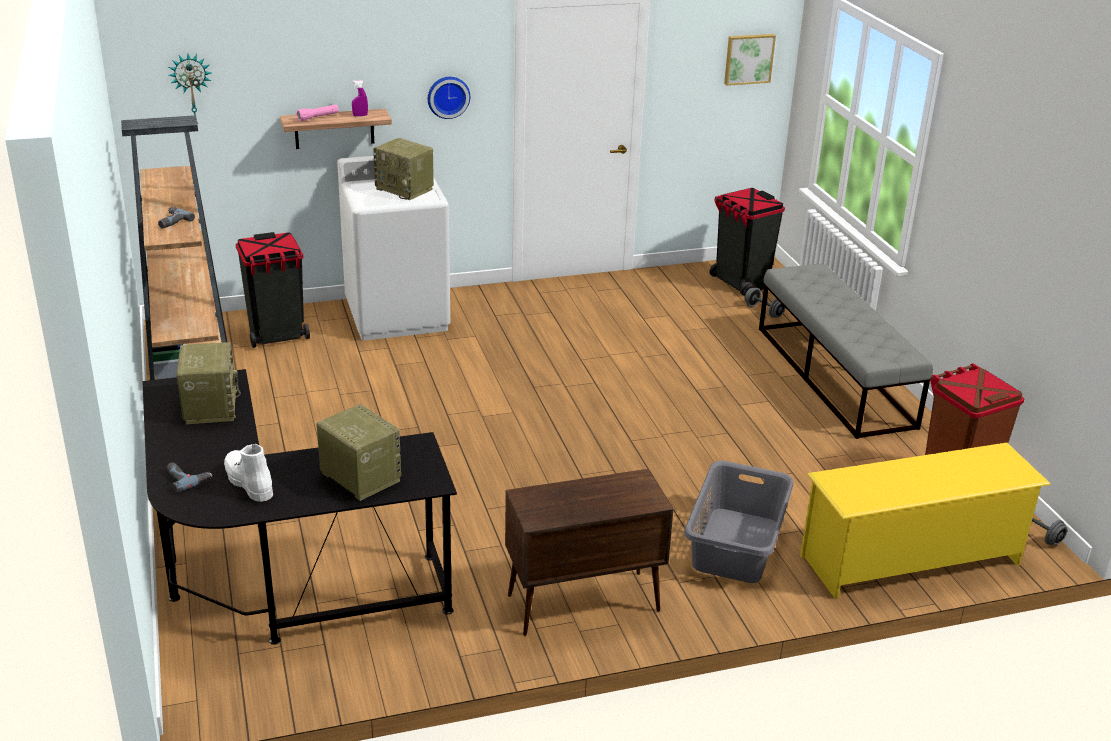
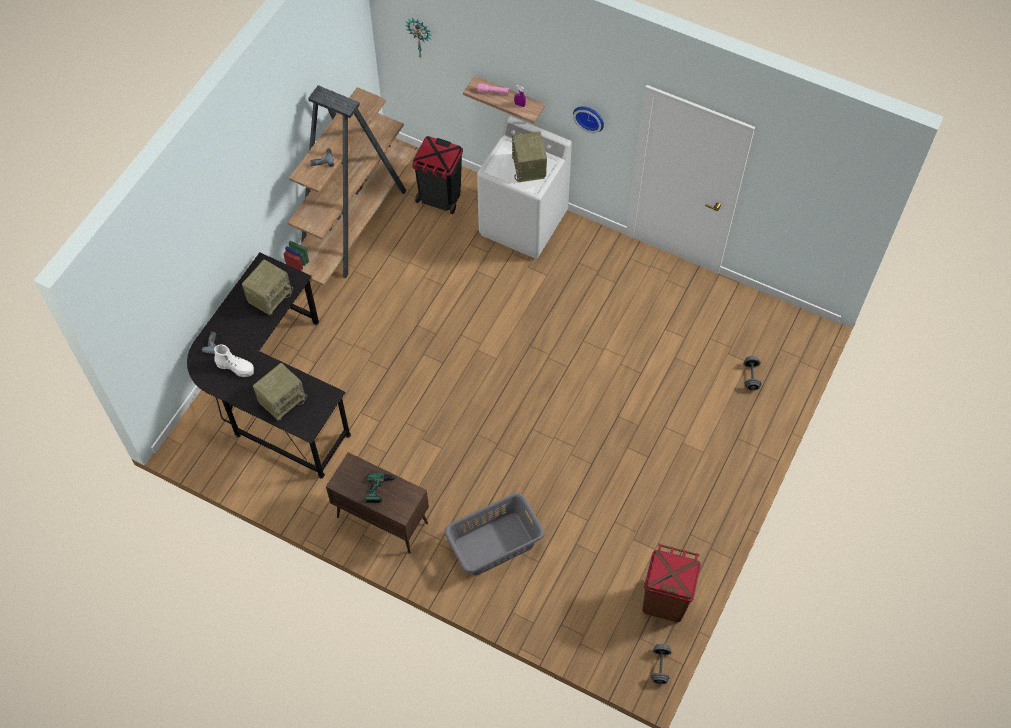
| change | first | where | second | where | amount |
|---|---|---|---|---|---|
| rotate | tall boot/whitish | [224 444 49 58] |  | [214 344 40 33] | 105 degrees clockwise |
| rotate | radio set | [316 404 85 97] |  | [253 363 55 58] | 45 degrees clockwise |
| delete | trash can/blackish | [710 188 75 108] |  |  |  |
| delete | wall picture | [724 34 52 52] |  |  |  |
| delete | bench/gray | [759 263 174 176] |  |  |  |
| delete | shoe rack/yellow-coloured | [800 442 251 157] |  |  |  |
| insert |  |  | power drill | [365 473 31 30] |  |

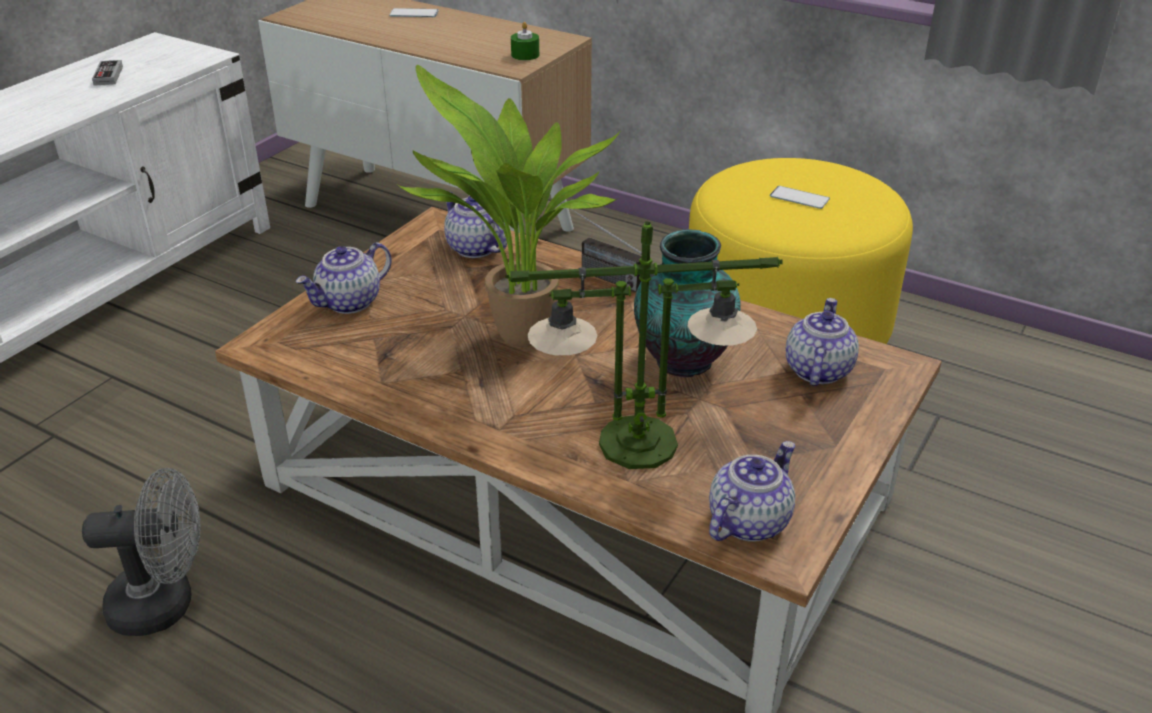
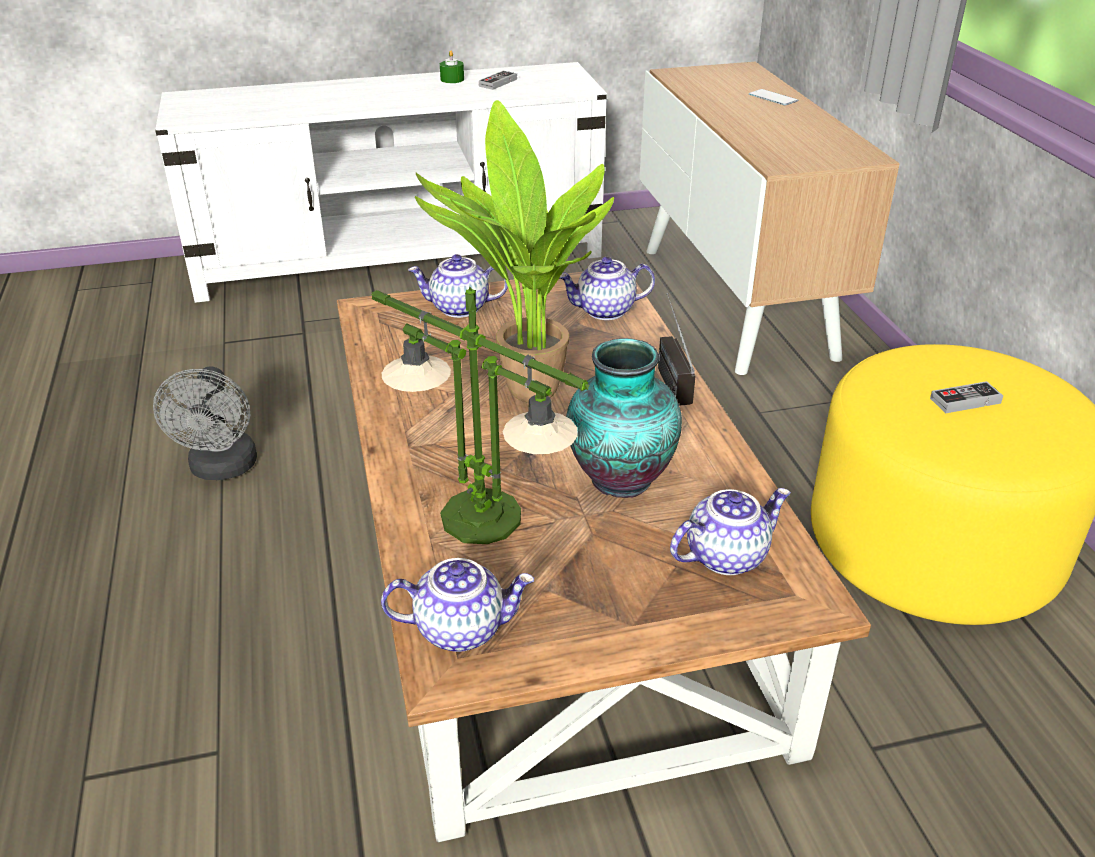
| change | first | where | second | where | amount |
|---|---|---|---|---|---|
| rotate | cooling fan/gray | [82 468 118 168] |  | [153 366 104 114] | 45 degrees clockwise |
| rotate | teapot | [444 192 63 66] |  | [560 257 95 63] | 105 degrees counterclockwise |
| move | wax candle/green | [511 22 28 38] |  | [440 50 24 33] |  |
| replace | telephone | [770 186 60 23] | game controller | [930 381 73 32] |  |

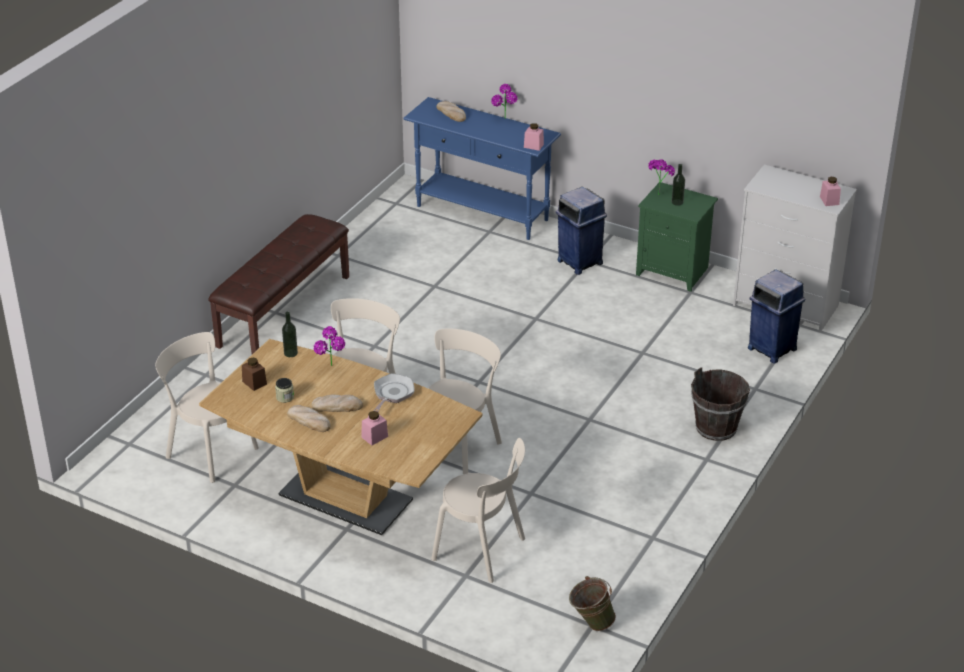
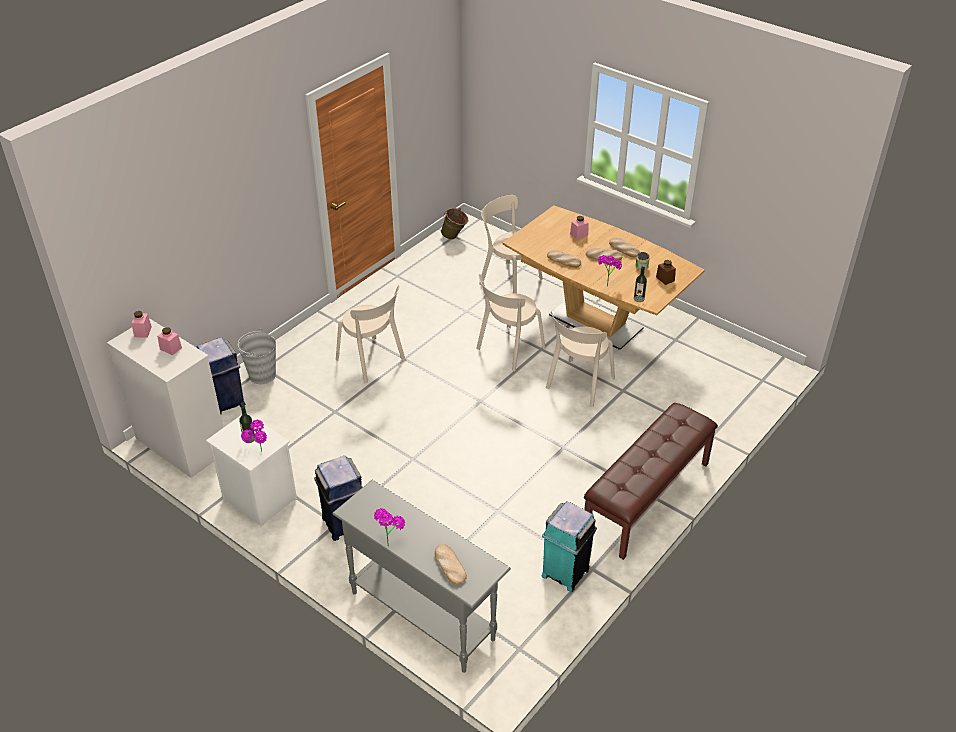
| change | first | where | second | where | amount |
|---|---|---|---|---|---|
| move | upright chair/sand-coloured | [155 332 104 151] |  | [336 285 70 99] |  |
| replace | skillet | [373 373 41 39] | baked bread | [547 250 34 18] |  |
| recolor | hall table/bluish | [403 97 158 143] | hall table/gray | [332 480 179 193] |  |
| move | jar/pinkish | [524 123 20 28] |  | [157 327 25 28] |  |
| recolor | bedside table/green | [636 182 82 110] | bedside table/whitish | [206 415 91 111] |  |
| delete | water bucket/brown | [691 367 59 74] |  |  |  |
| insert |  |  | water bucket/gray | [238 329 38 55] |  |
| insert |  |  | trash can/blue-green | [542 501 55 91] |  |

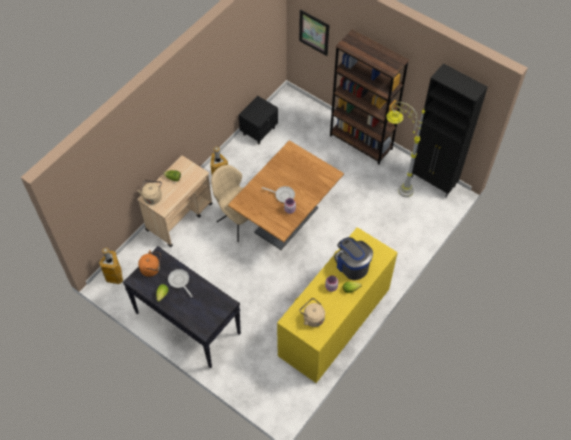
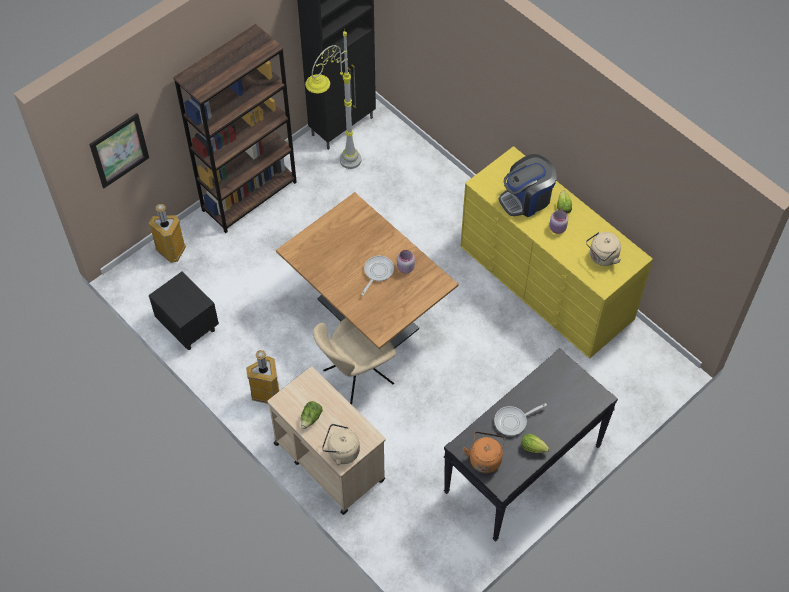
| change | first | where | second | where | amount |
|---|---|---|---|---|---|
| move | trash can | [99 248 24 36] |  | [149 204 37 59] |  |

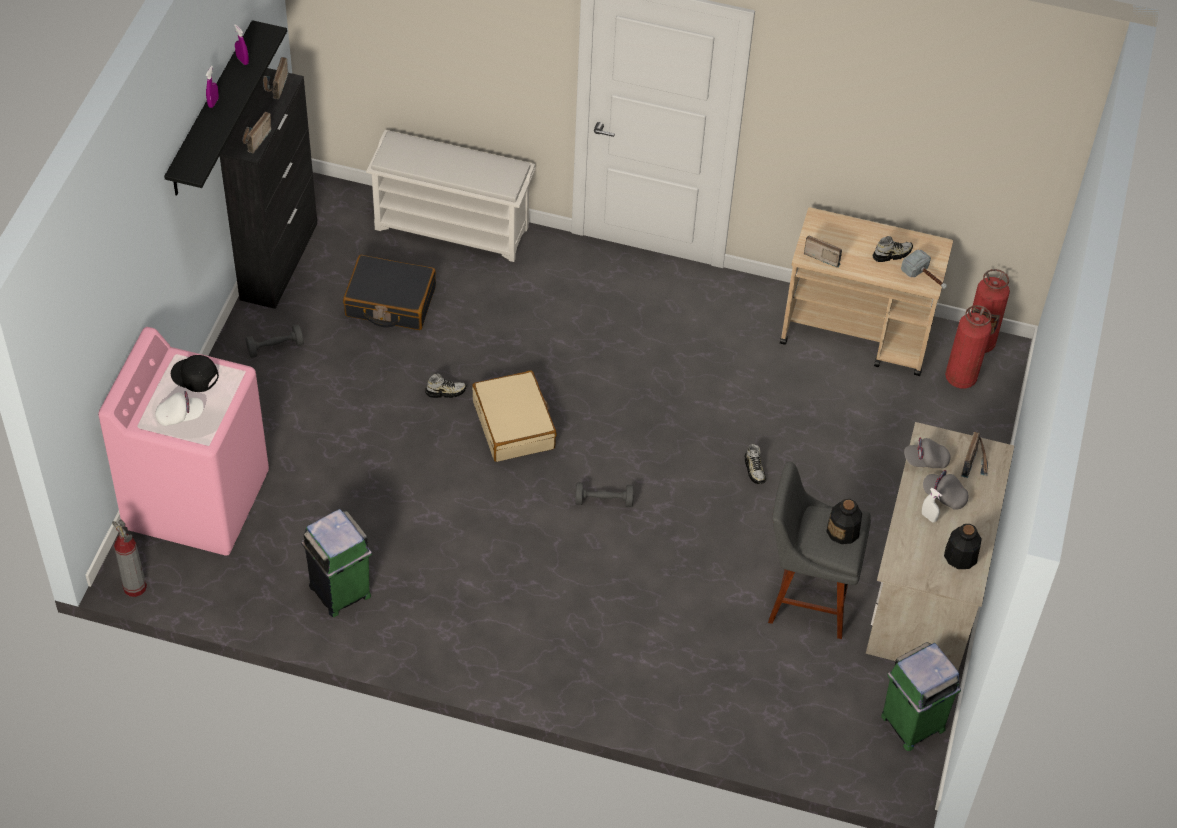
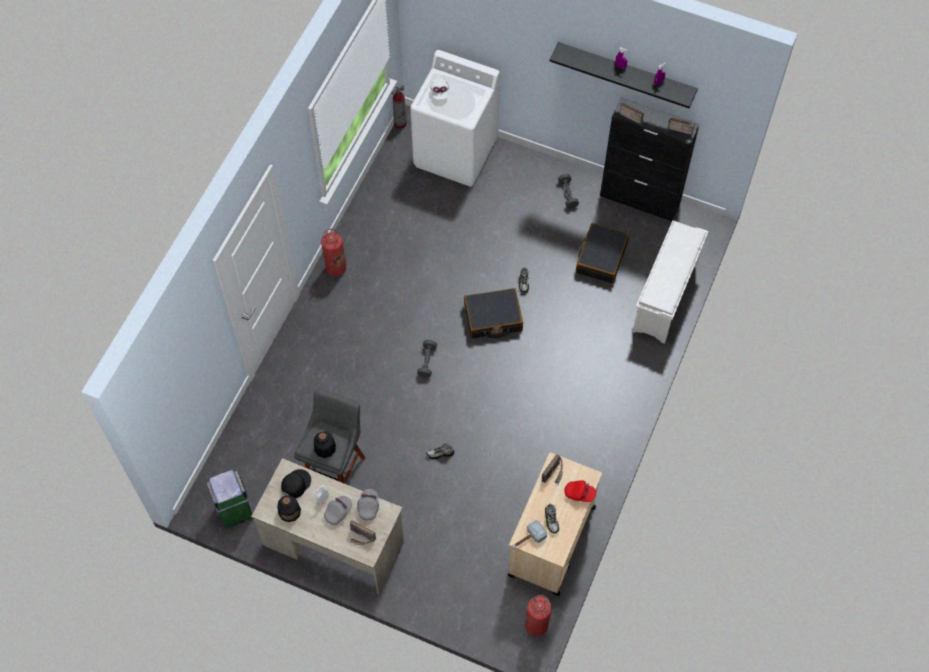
| change | first | where | second | where | amount |
|---|---|---|---|---|---|
| recolor | laundry machine/pinkish | [98 327 171 229] | laundry machine/whitish | [410 50 90 137] |  |
| move | cap/blackish | [171 355 48 37] |  | [281 469 30 29] |  |
| delete | trash can/green | [301 509 71 108] |  |  |  |
| recolor | piece of luggage/sand-coloured | [472 371 85 91] | piece of luggage/blackish | [464 288 59 50] |  |
| move | fire-fighting cylinder | [945 305 47 84] |  | [321 229 26 47] |  |
| insert |  |  | cap/red | [564 480 32 22] |  |

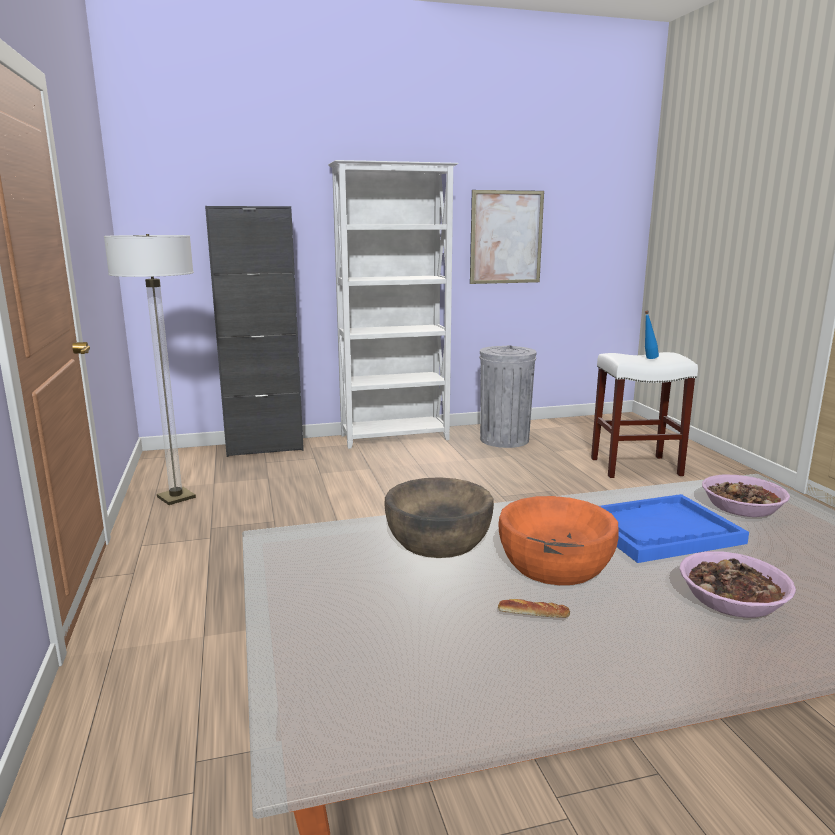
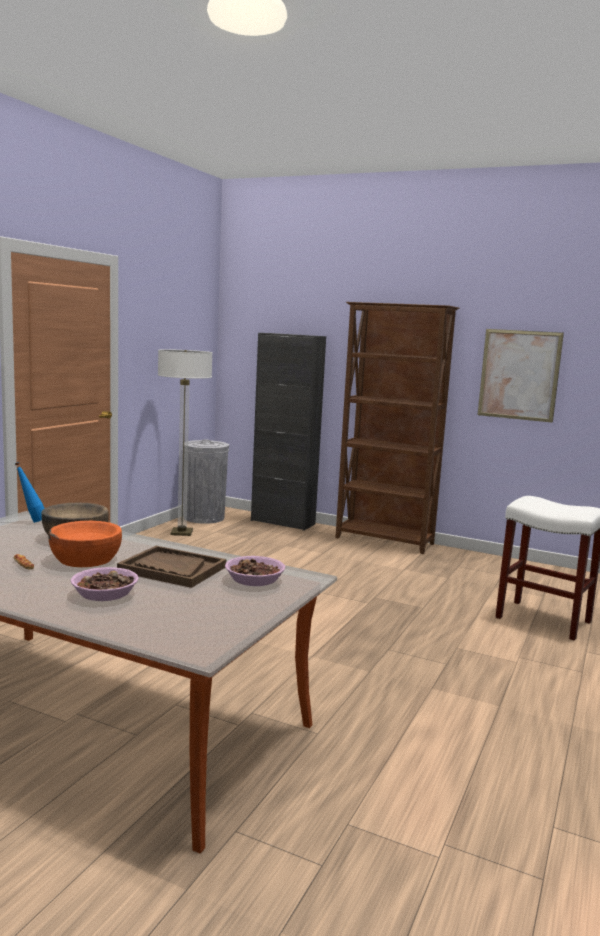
| change | first | where | second | where | amount |
|---|---|---|---|---|---|
| recolor | shelving unit/whitish | [328 160 131 289] | shelving unit/brown | [335 302 124 252] |  |
| move | trash can/gray | [480 345 57 103] |  | [187 439 42 85] |  |
| recolor | carrying tray/bluish | [600 494 149 69] | carrying tray/brown | [117 546 109 42] |  |
| move | bottle/bluish | [645 311 14 48] |  | [15 462 29 61] |  |

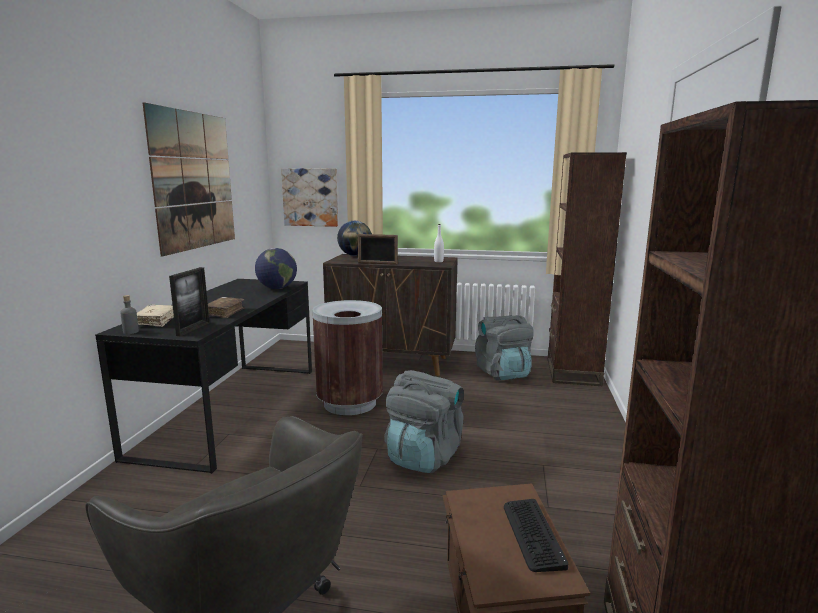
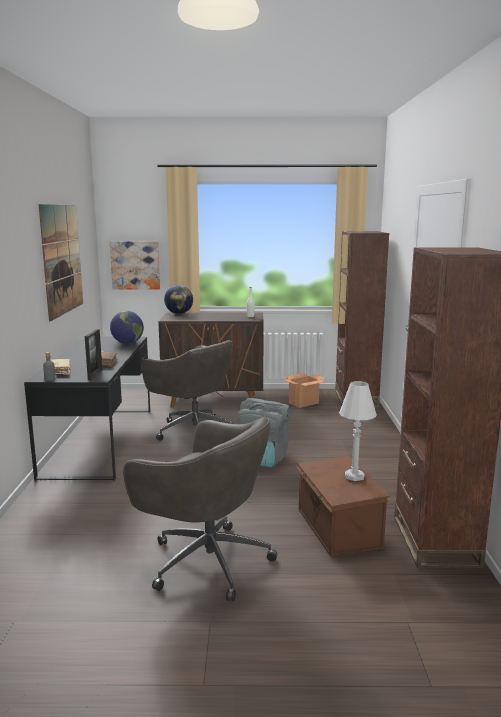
| change | first | where | second | where | amount |
|---|---|---|---|---|---|
| replace | trash can/brown | [312 300 71 115] | computer chair/gray | [141 340 92 101] |  |
| delete | photo frame | [357 234 41 31] |  |  |  |
| replace | backpack/gray | [475 315 58 66] | carton | [282 373 44 35] |  |
| replace | computer keyboard | [504 499 64 73] | tabletop lamp/whitish | [339 381 38 100] |  |

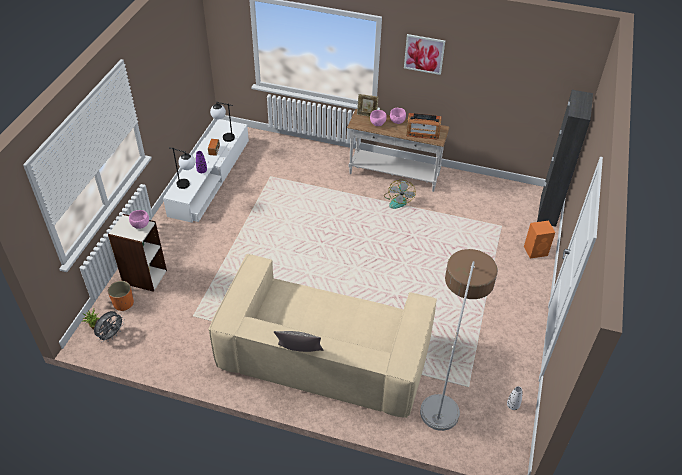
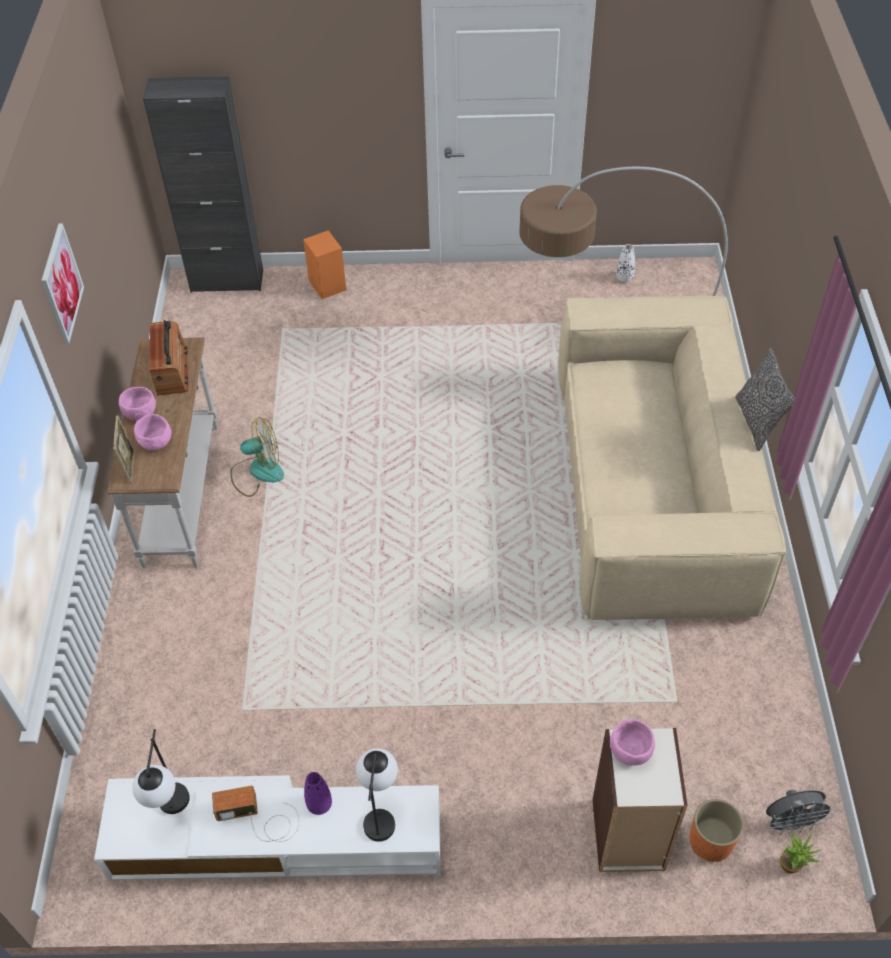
| change | first | where | second | where | amount |
|---|---|---|---|---|---|
| rotate | cooling fan/gray | [94 311 31 31] |  | [766 790 70 45] | 150 degrees clockwise |

